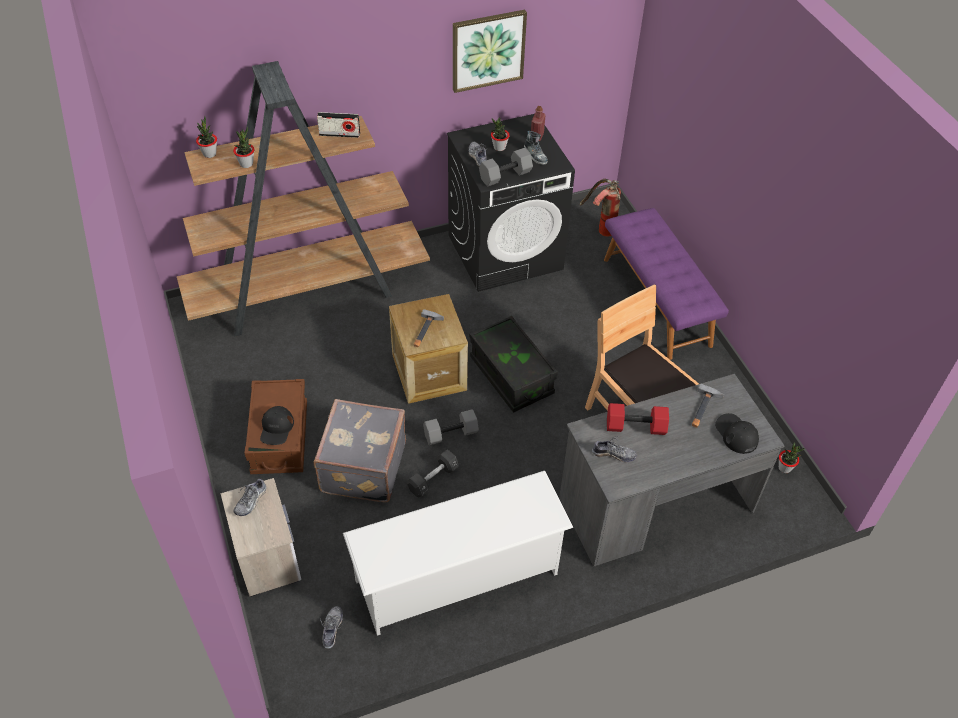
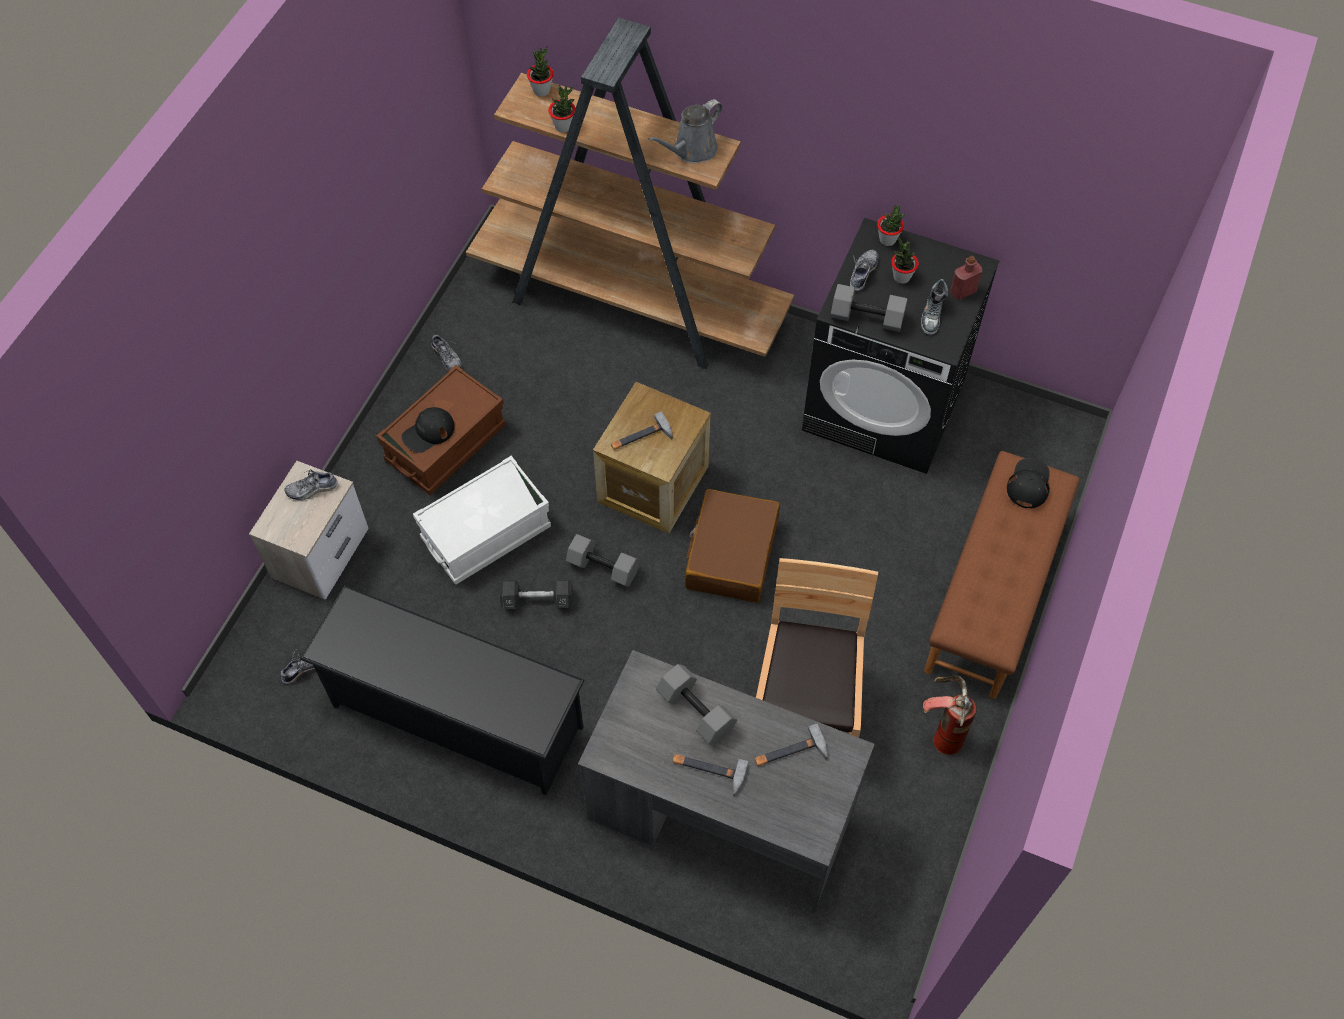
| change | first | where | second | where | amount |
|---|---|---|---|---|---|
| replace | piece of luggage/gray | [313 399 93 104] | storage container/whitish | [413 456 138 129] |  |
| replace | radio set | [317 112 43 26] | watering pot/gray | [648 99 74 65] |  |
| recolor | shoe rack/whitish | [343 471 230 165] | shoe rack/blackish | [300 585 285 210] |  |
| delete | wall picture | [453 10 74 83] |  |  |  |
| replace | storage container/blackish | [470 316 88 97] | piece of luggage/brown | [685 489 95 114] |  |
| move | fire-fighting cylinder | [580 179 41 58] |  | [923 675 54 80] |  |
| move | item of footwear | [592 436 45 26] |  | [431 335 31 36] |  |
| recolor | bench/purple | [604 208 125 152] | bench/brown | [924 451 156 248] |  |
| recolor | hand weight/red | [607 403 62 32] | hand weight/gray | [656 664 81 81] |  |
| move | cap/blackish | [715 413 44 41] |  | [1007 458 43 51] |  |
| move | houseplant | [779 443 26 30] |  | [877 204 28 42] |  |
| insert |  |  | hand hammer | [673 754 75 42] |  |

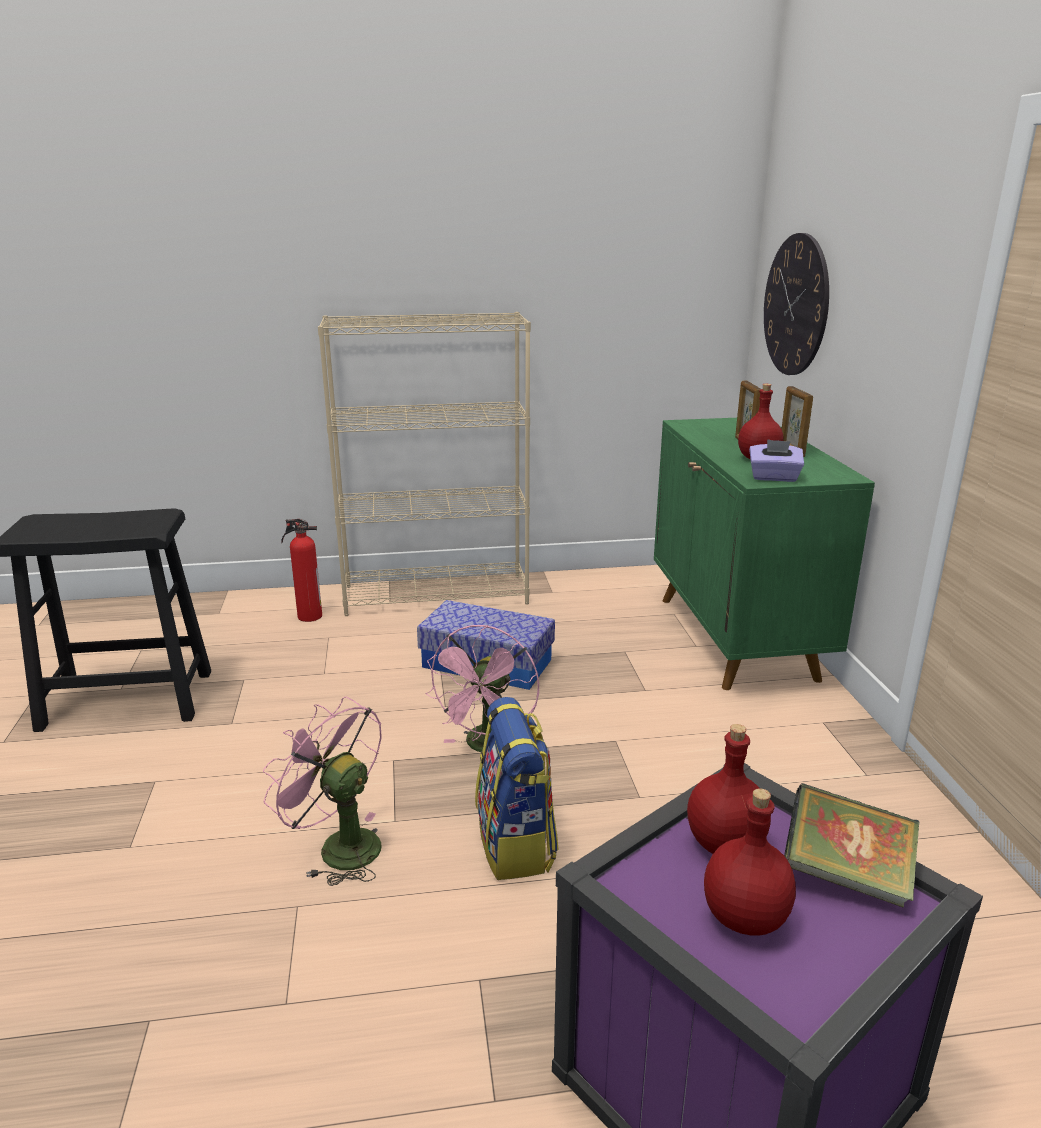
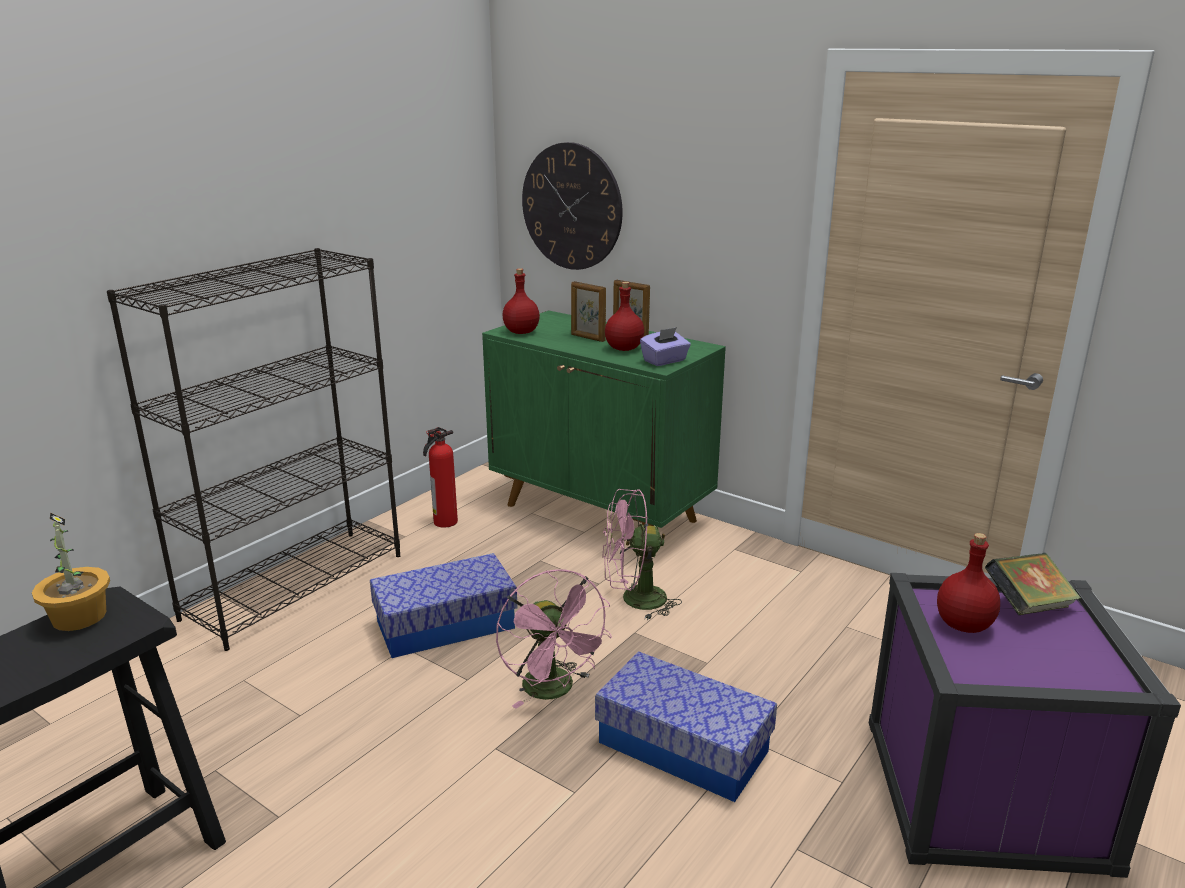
| change | first | where | second | where | amount |
|---|---|---|---|---|---|
| move | cooling fan/pinkish | [263 696 119 190] |  | [602 489 80 131] |  |
| move | fire-fighting cylinder | [281 519 41 103] |  | [423 427 35 101] |  |
| recolor | shelving unit/sand-coloured | [318 312 213 304] | shelving unit/blackish | [107 248 293 403] |  |
| replace | backpack | [475 697 84 183] | storage container | [595 651 182 151] |  |
| move | bottle/red | [704 788 92 148] |  | [502 268 38 66] |  |
| insert |  |  | houseplant | [32 513 78 118] |  |

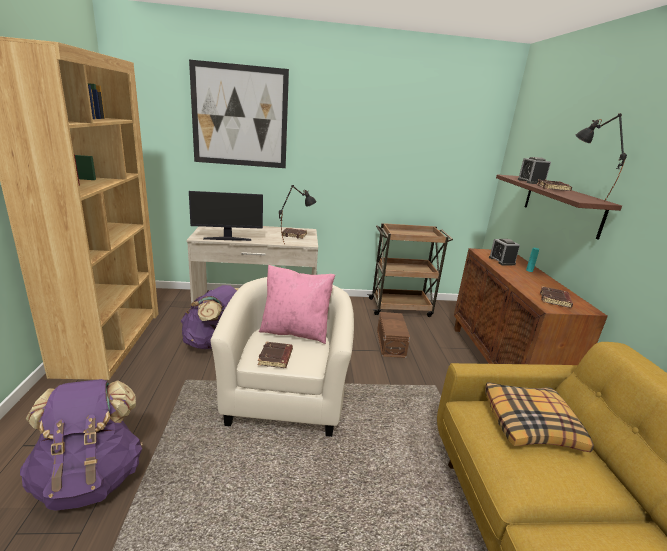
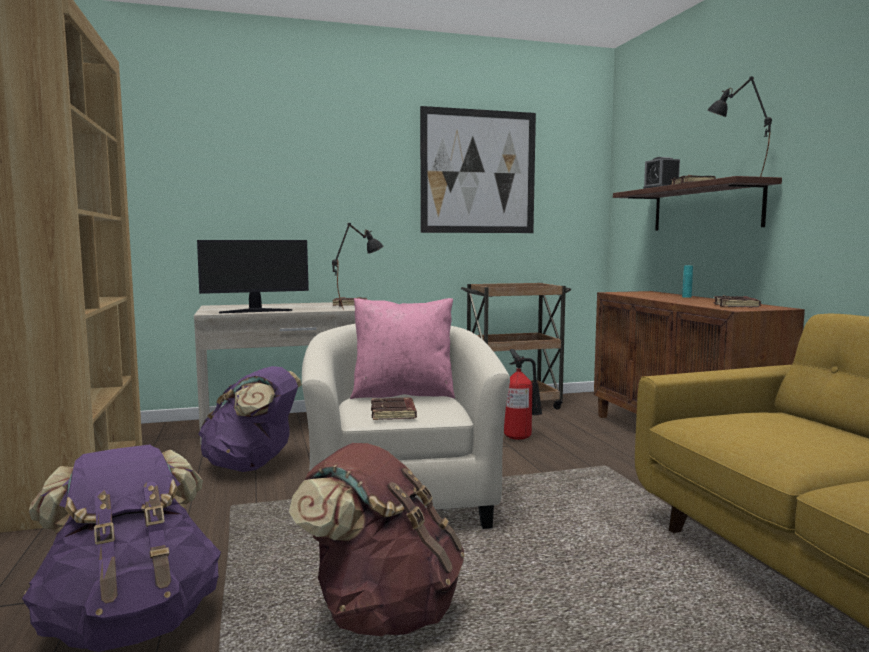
| change | first | where | second | where | amount |
|---|---|---|---|---|---|
| move | wall picture | [189 60 100 108] |  | [420 106 116 127] |  |
| replace | storage container/brown | [377 312 33 46] | fire-fighting cylinder | [504 349 38 91] |  |
| delete | pillow | [485 382 109 70] |  |  |  |
| delete | bedside clock | [489 239 31 27] |  |  |  |
| insert |  |  | backpack/brown | [289 443 175 193] |  |

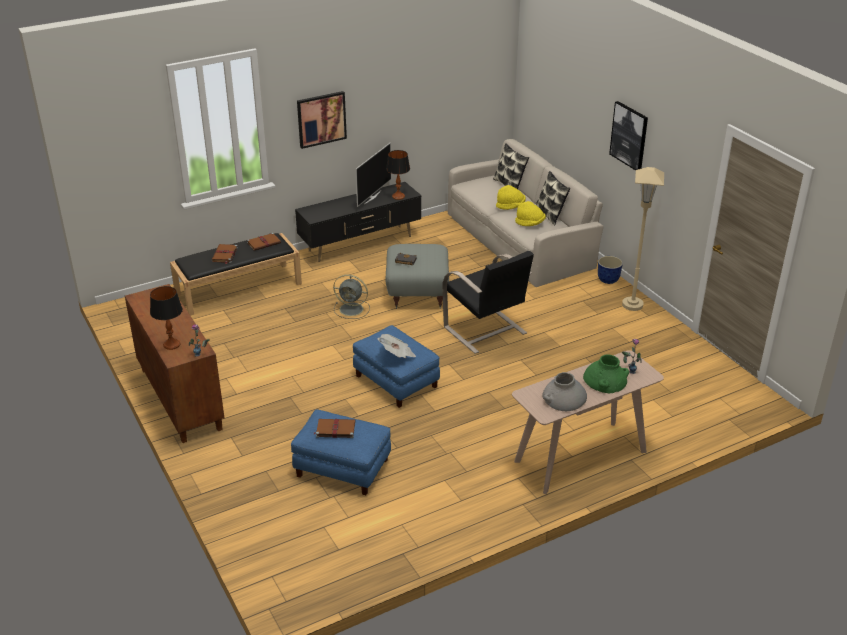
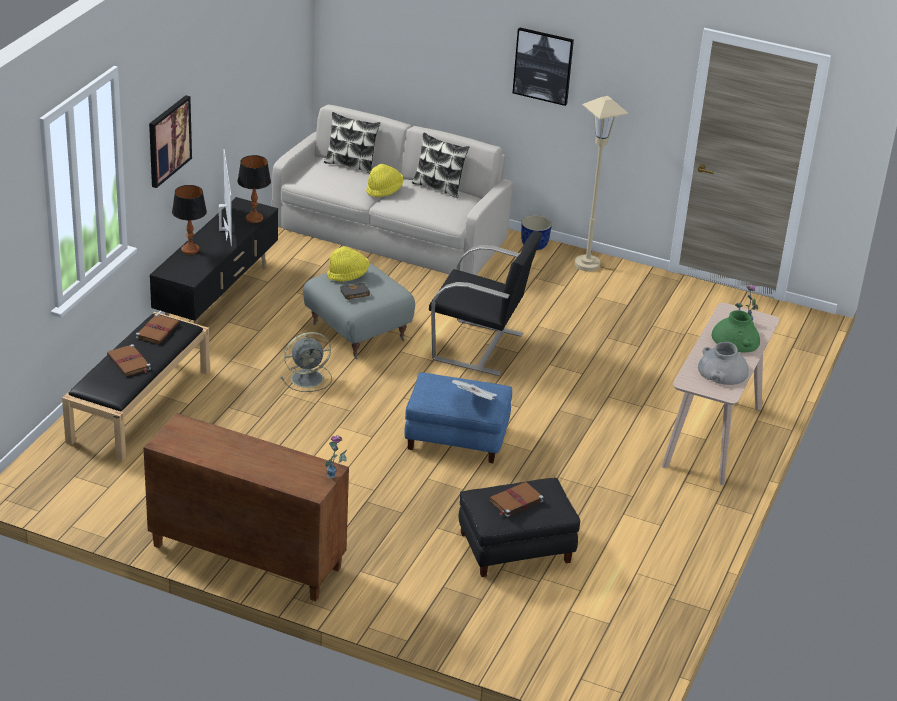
| change | first | where | second | where | amount |
|---|---|---|---|---|---|
| move | tabletop lamp | [150 286 33 64] |  | [172 185 35 70] |  |
| recolor | footrest/bluish | [291 409 100 86] | footrest/blackish | [459 478 122 99] |  |
| move | clothing hat/yellow-coloured | [515 201 31 25] |  | [327 246 42 36] |  |

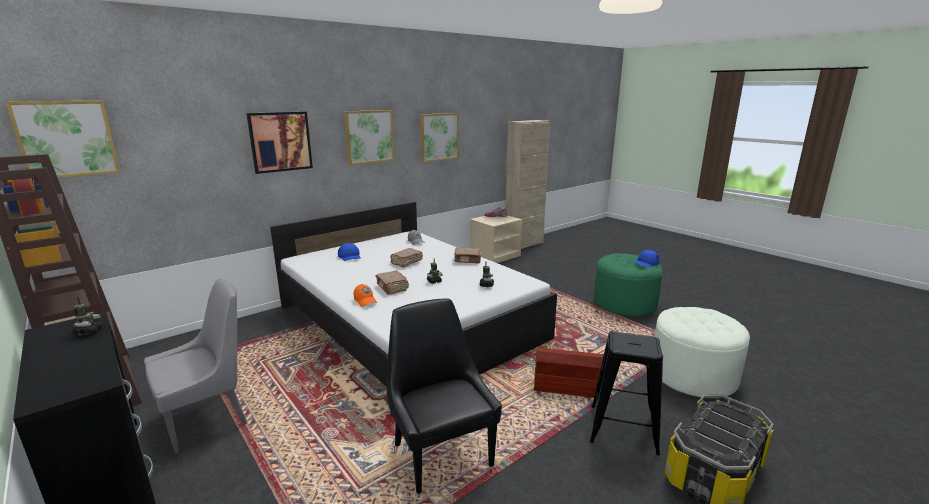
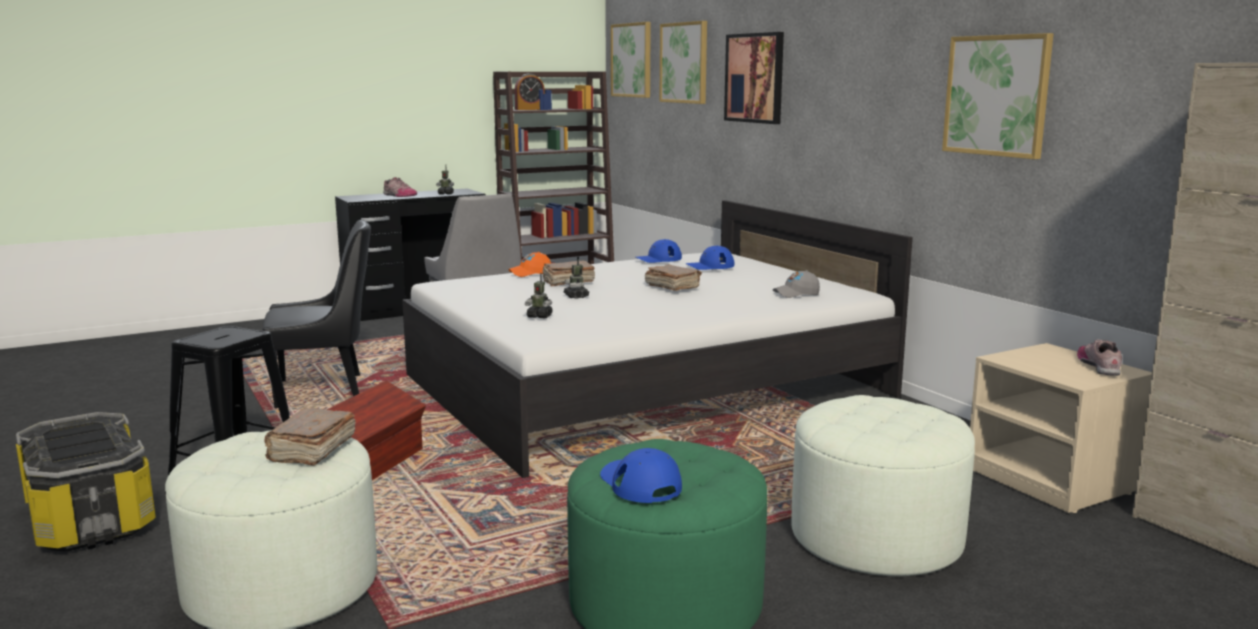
| change | first | where | second | where | amount |
|---|---|---|---|---|---|
| move | wall picture | [344 110 51 55] |  | [659 21 48 83] |  |
| move | volume/brown | [454 247 27 16] |  | [265 408 91 58] |  |
| insert |  |  | item of footwear | [383 177 34 20] |  |
| insert |  |  | cap/bluish | [636 239 46 24] |  |
| insert |  |  | footrest/whitish | [792 395 183 182] |  |

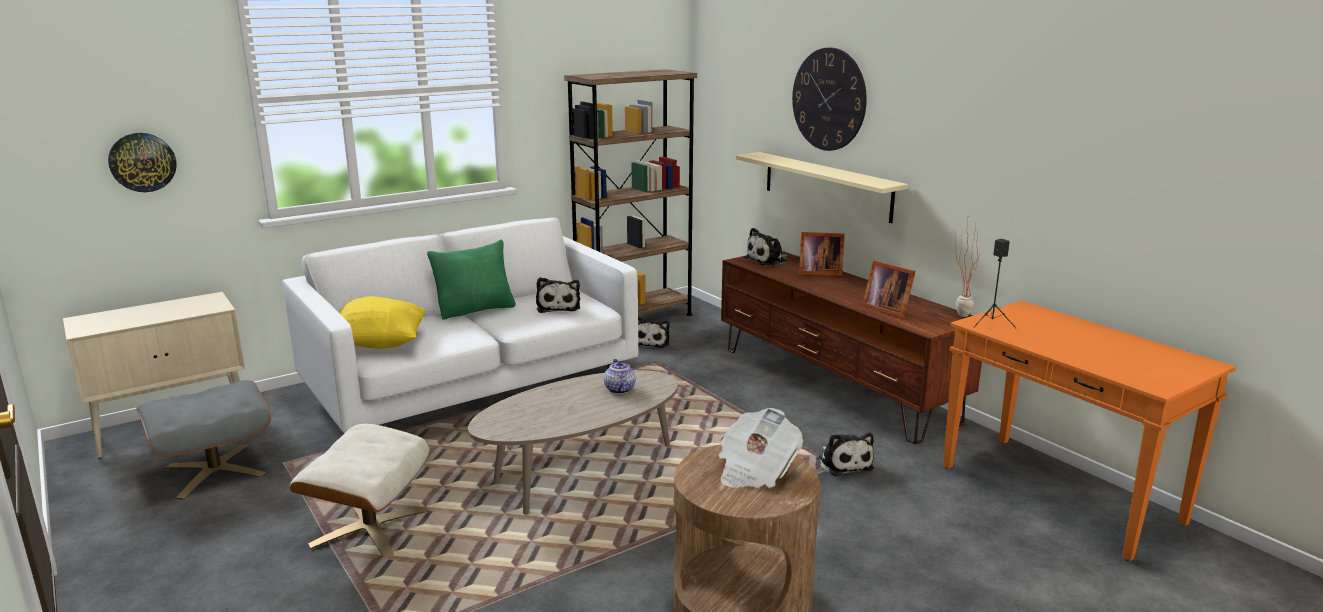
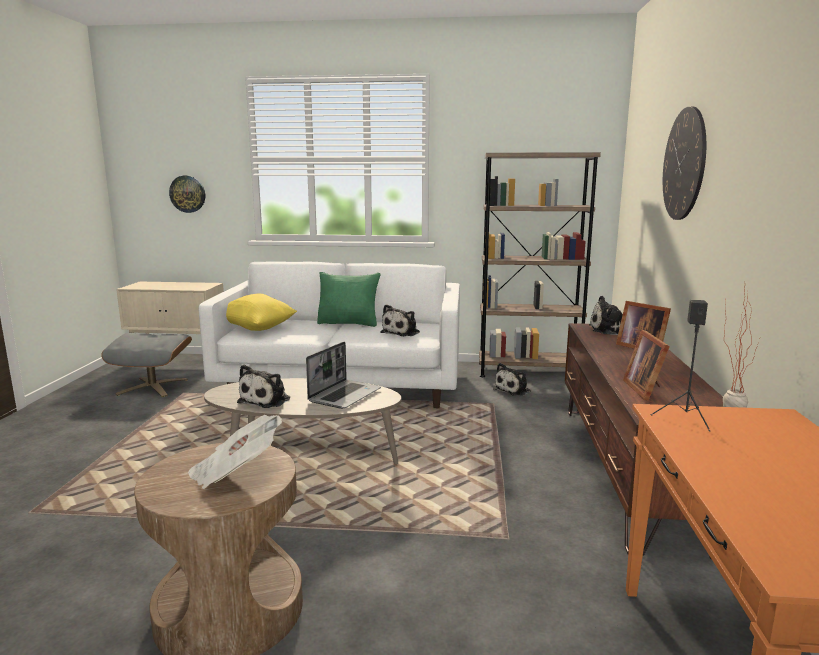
| change | first | where | second | where | amount |
|---|---|---|---|---|---|
| delete | footrest/sand-coloured | [290 424 139 134] |  |  |  |
| replace | teapot | [604 359 32 35] | notebook computer | [306 342 75 67] |  |
| delete | bracket shelf/sand-coloured | [736 152 172 71] |  |  |  |
| move | plush toy | [818 432 56 44] |  | [237 365 53 43] |  |

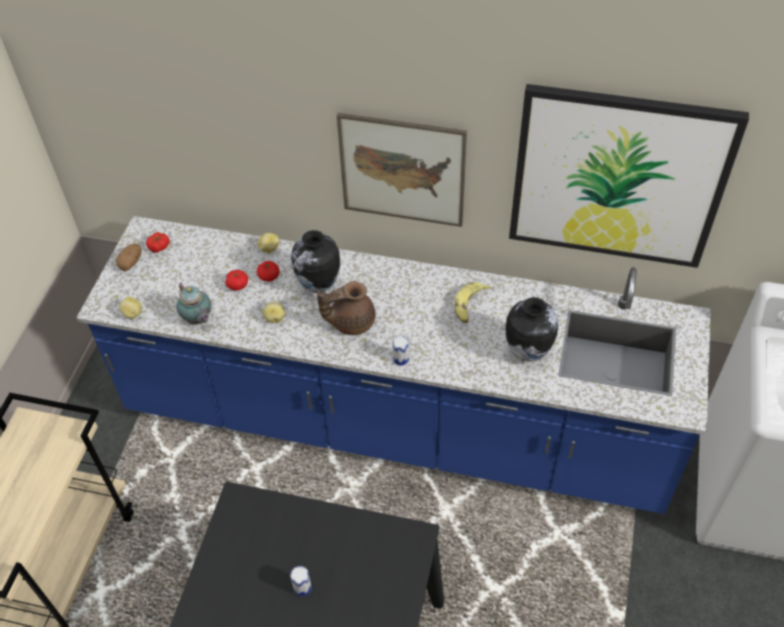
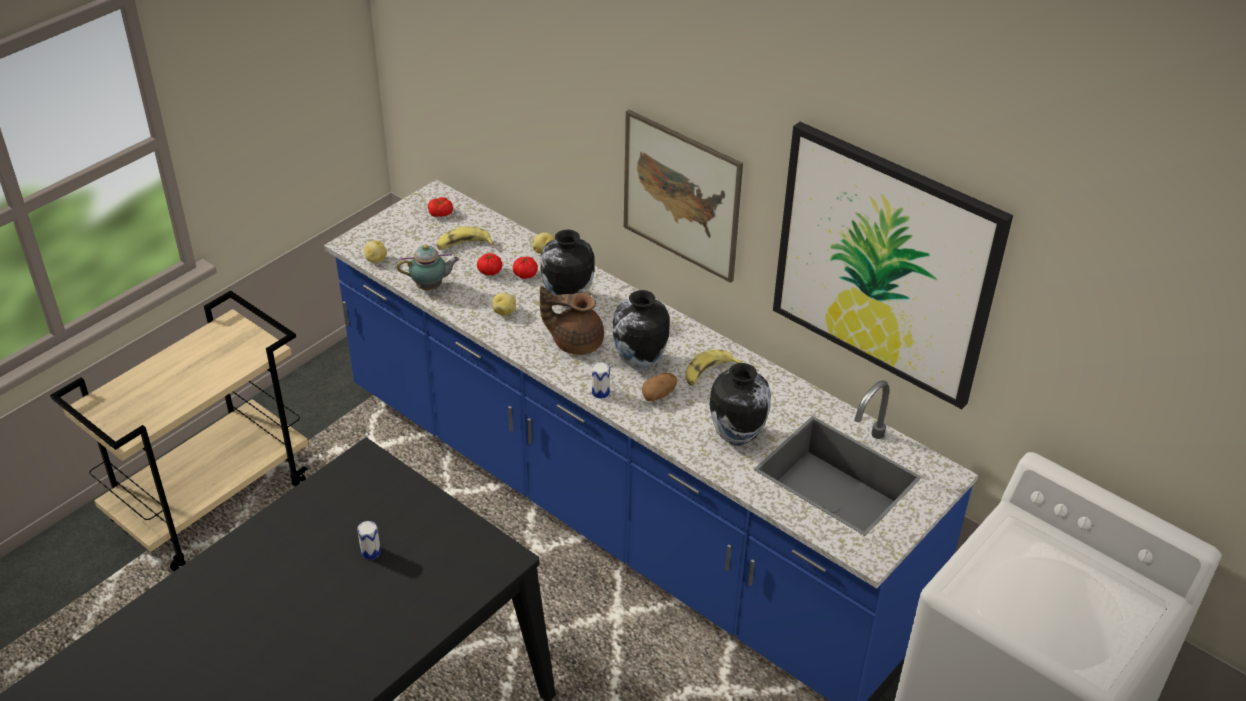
| change | first | where | second | where | amount |
|---|---|---|---|---|---|
| move | potato | [116 243 25 28] |  | [642 373 35 28] |  |
| rotate | teapot | [177 282 34 43] |  | [397 245 63 45] | 90 degrees counterclockwise |
| insert |  |  | whole banana | [437 226 57 24] |  |
| insert |  |  | decorative vase | [613 290 57 80] |  |

